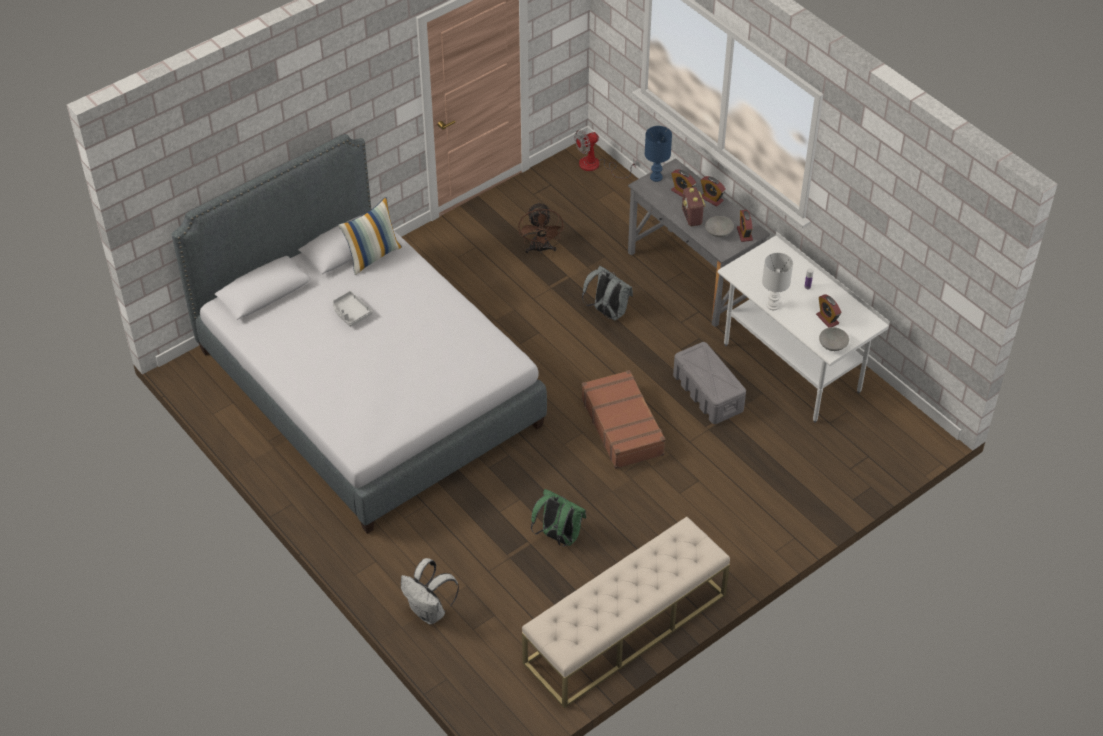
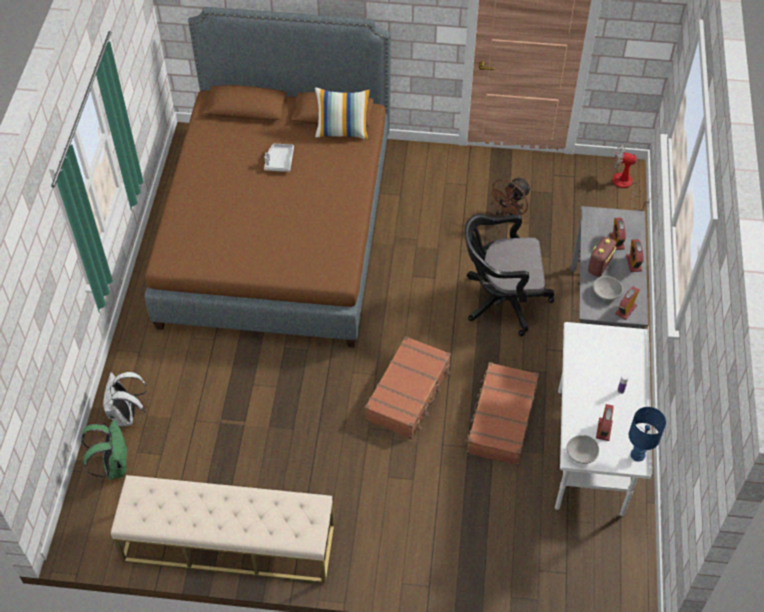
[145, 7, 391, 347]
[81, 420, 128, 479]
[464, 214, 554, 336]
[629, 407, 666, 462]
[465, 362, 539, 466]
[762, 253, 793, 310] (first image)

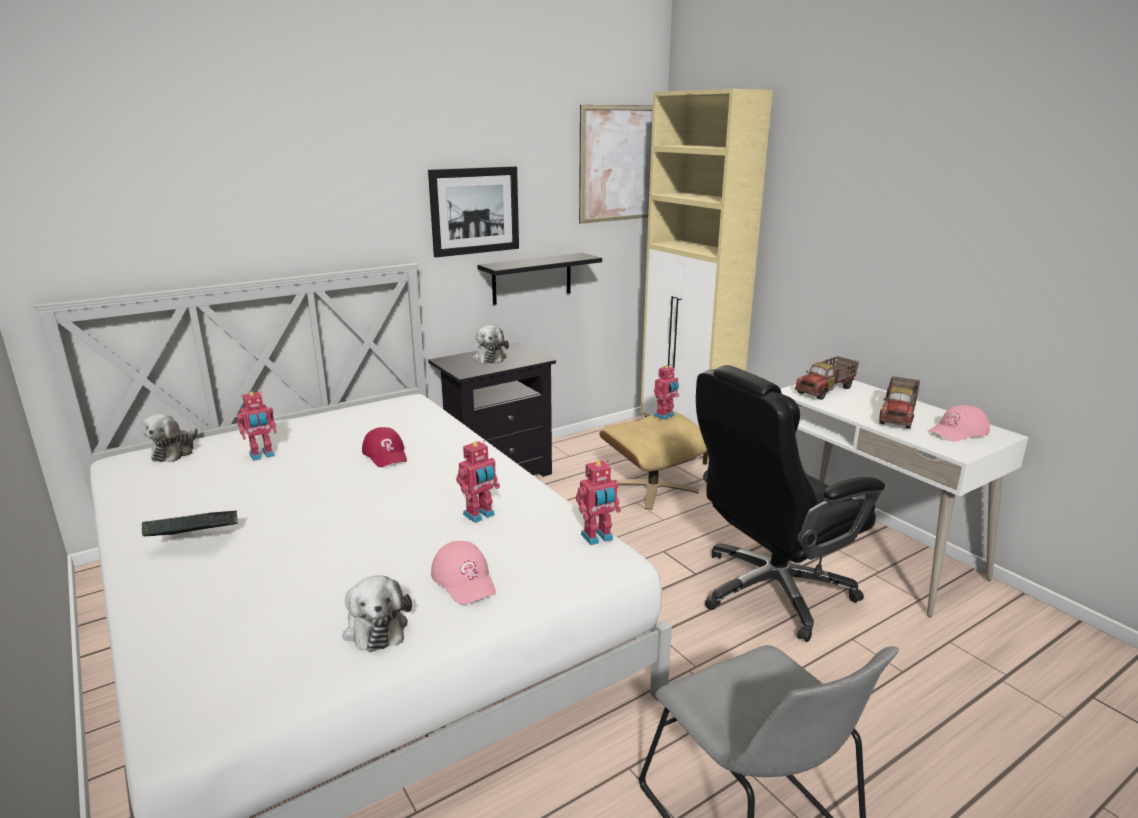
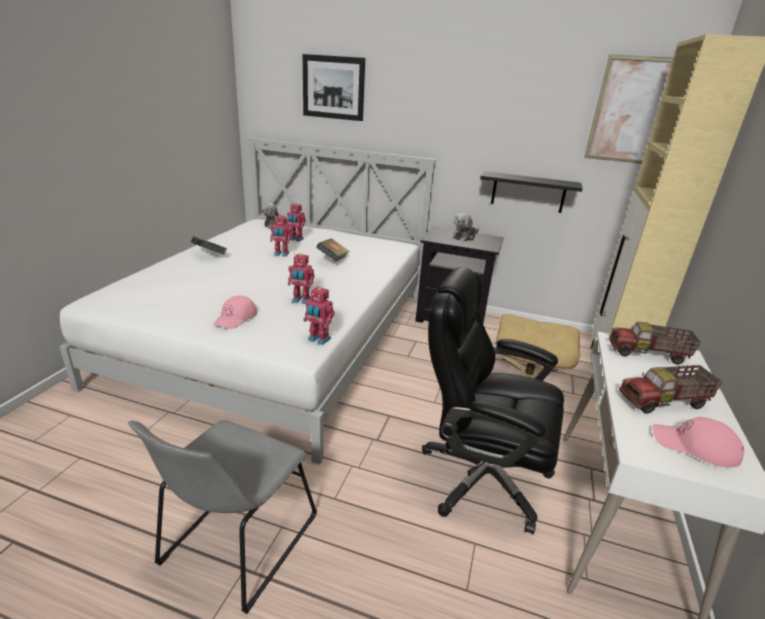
[342, 575, 412, 652] (first image)
[316, 238, 349, 262]
[303, 54, 365, 121]
[270, 215, 292, 257]

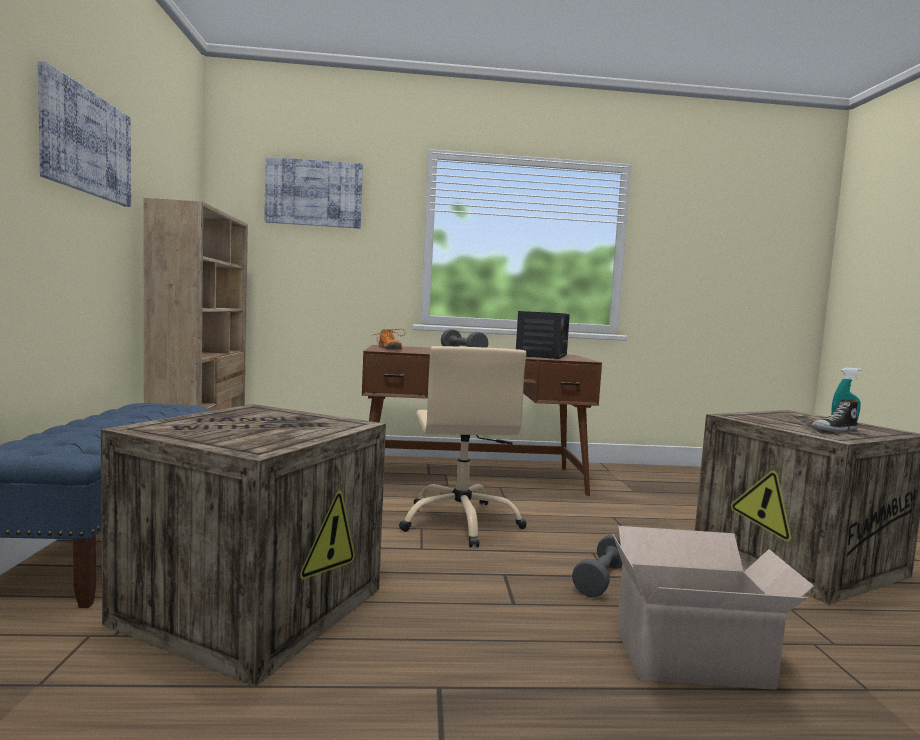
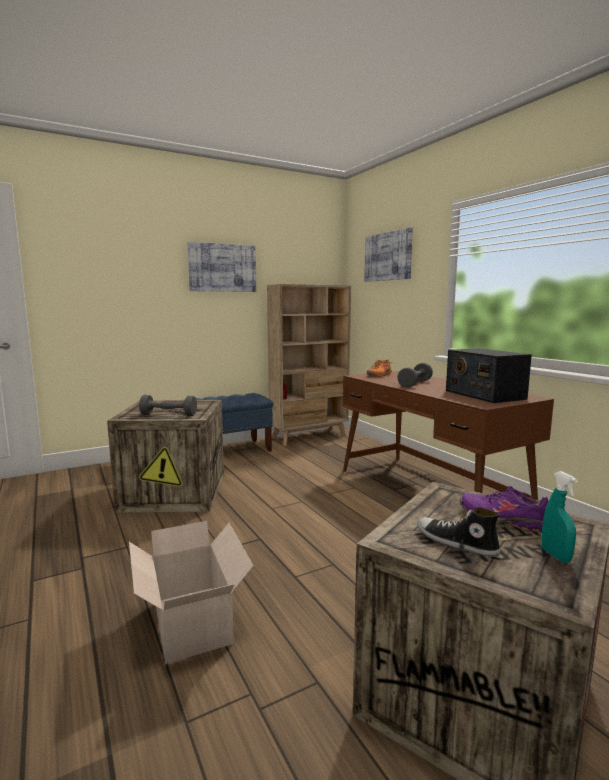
[399, 346, 527, 548] (first image)
[446, 348, 532, 403]
[139, 395, 197, 416]
[460, 486, 548, 532]

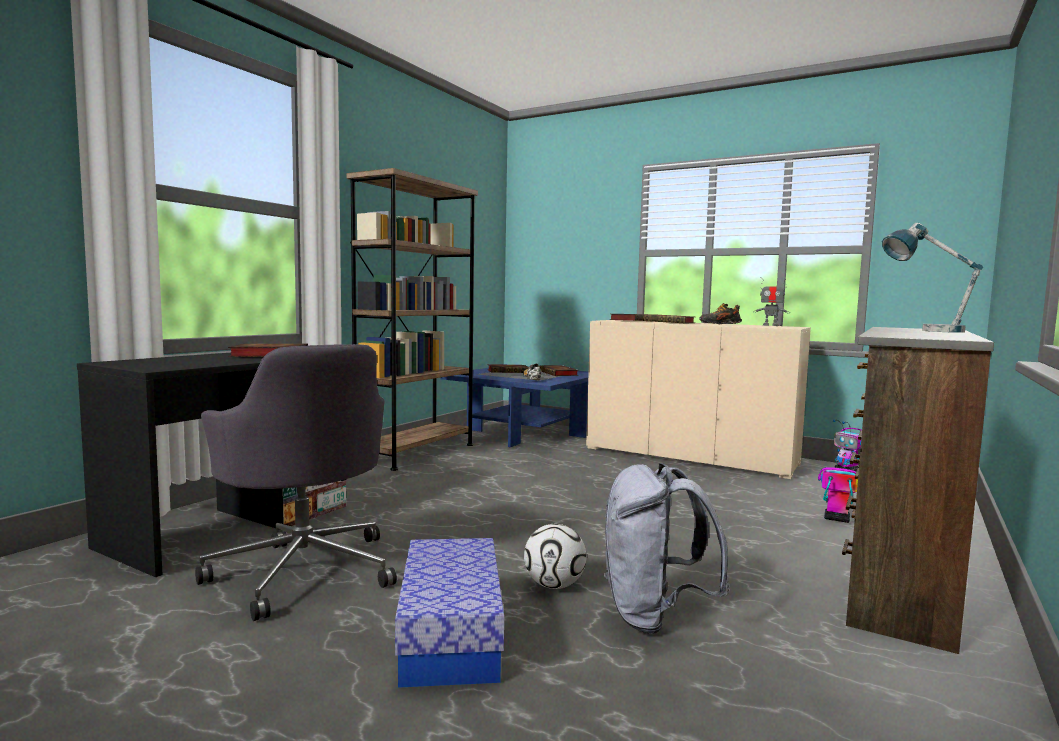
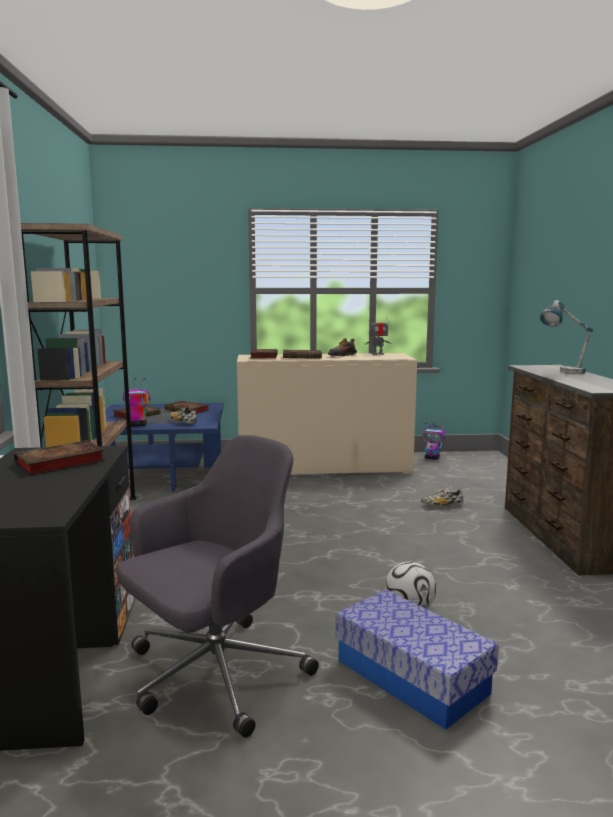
[116, 435, 319, 738]
[604, 463, 730, 634] (first image)
[123, 378, 151, 427]
[421, 488, 464, 506]

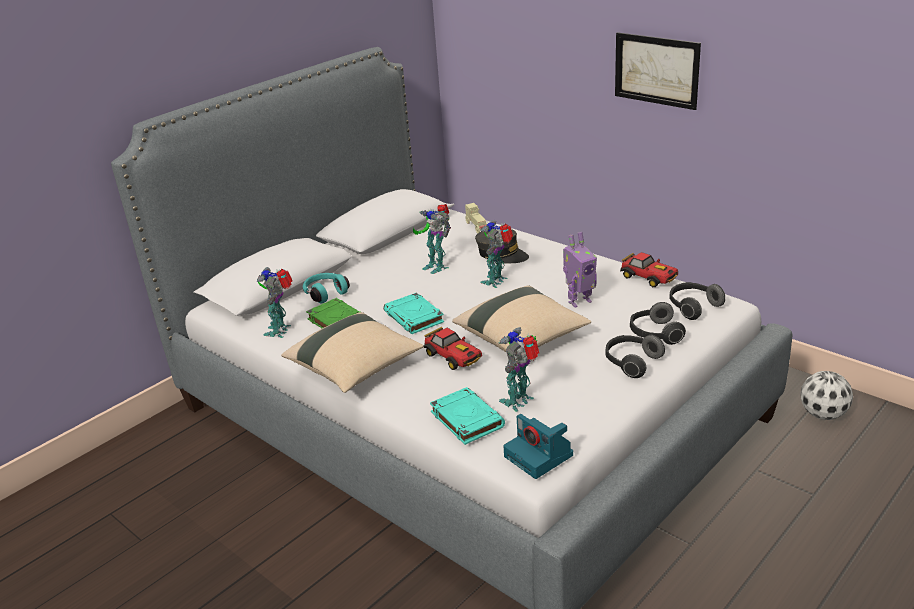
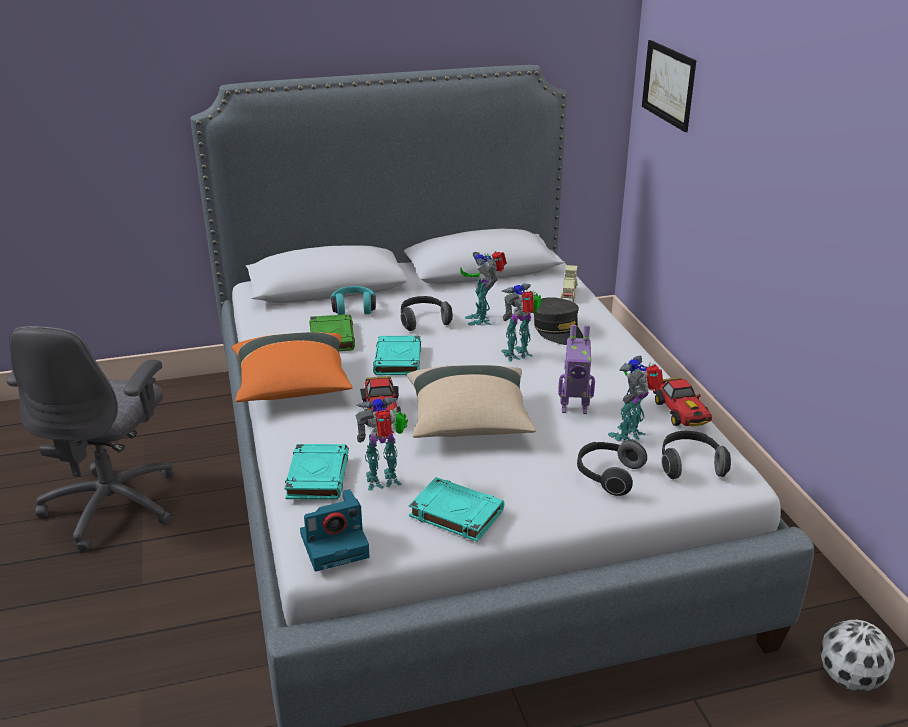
[608, 356, 663, 441]
[232, 332, 352, 402]
[300, 489, 370, 572]
[401, 296, 453, 331]
[642, 40, 696, 132]
[6, 326, 174, 552]
[409, 477, 504, 542]

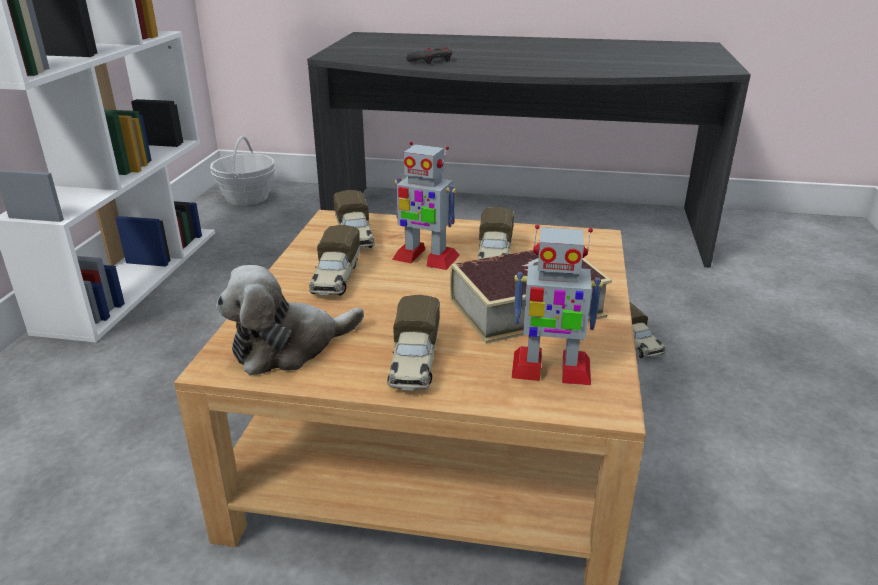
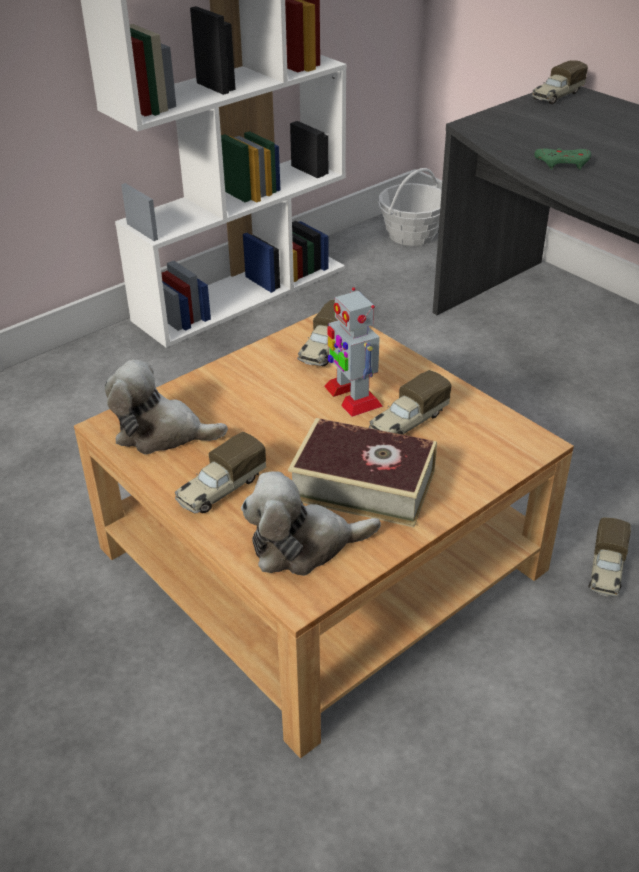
[532, 60, 588, 104]
[534, 148, 591, 170]
[241, 471, 381, 576]

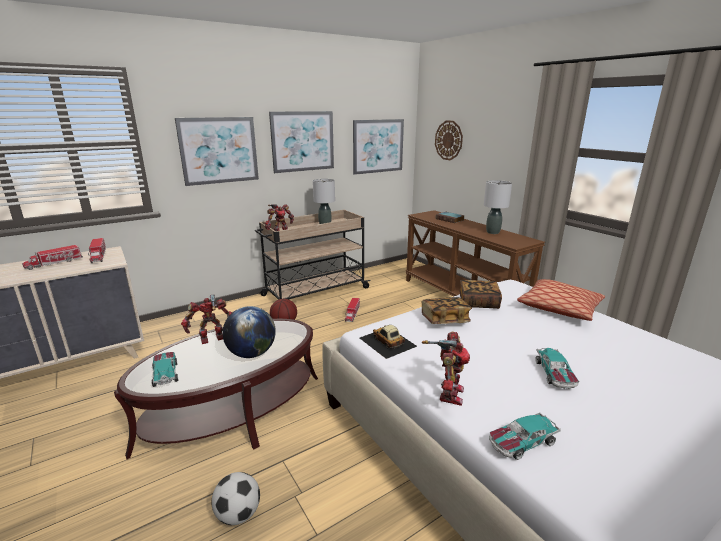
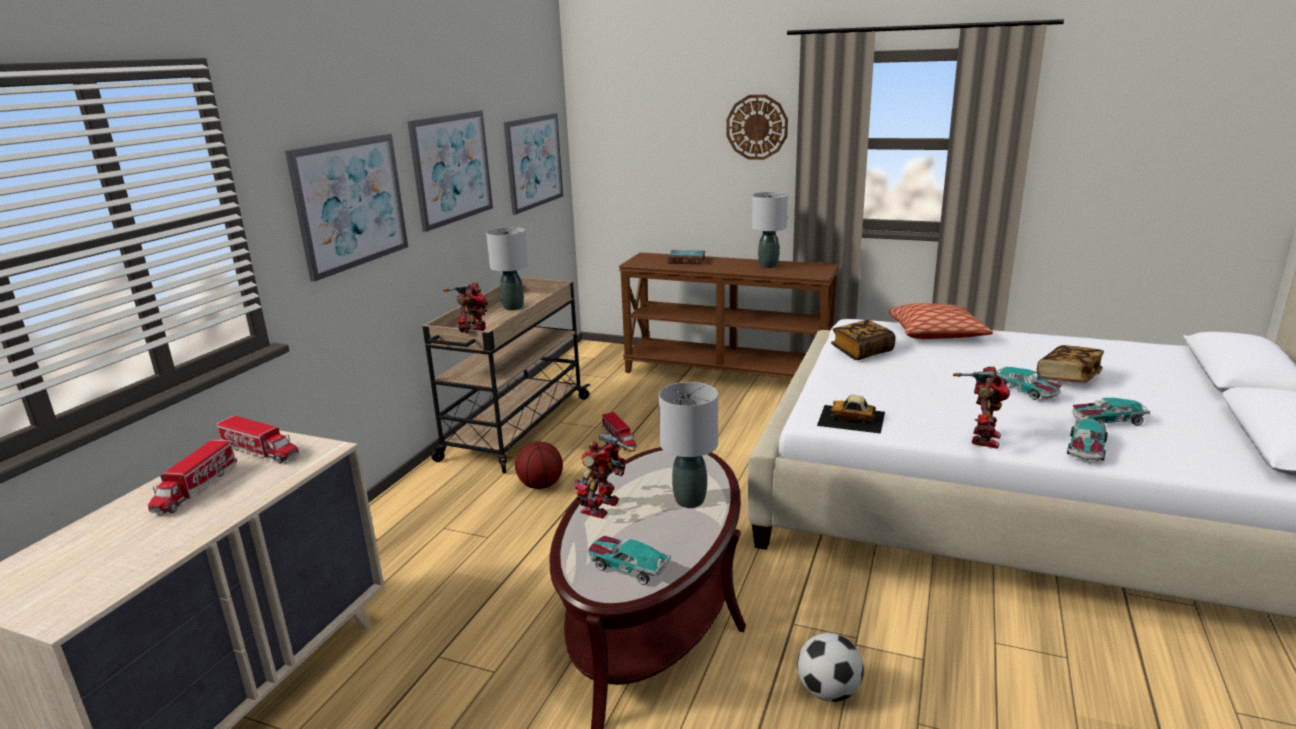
[659, 382, 718, 508]
[1037, 345, 1104, 383]
[953, 366, 1010, 449]
[726, 95, 788, 160]
[1072, 398, 1150, 426]

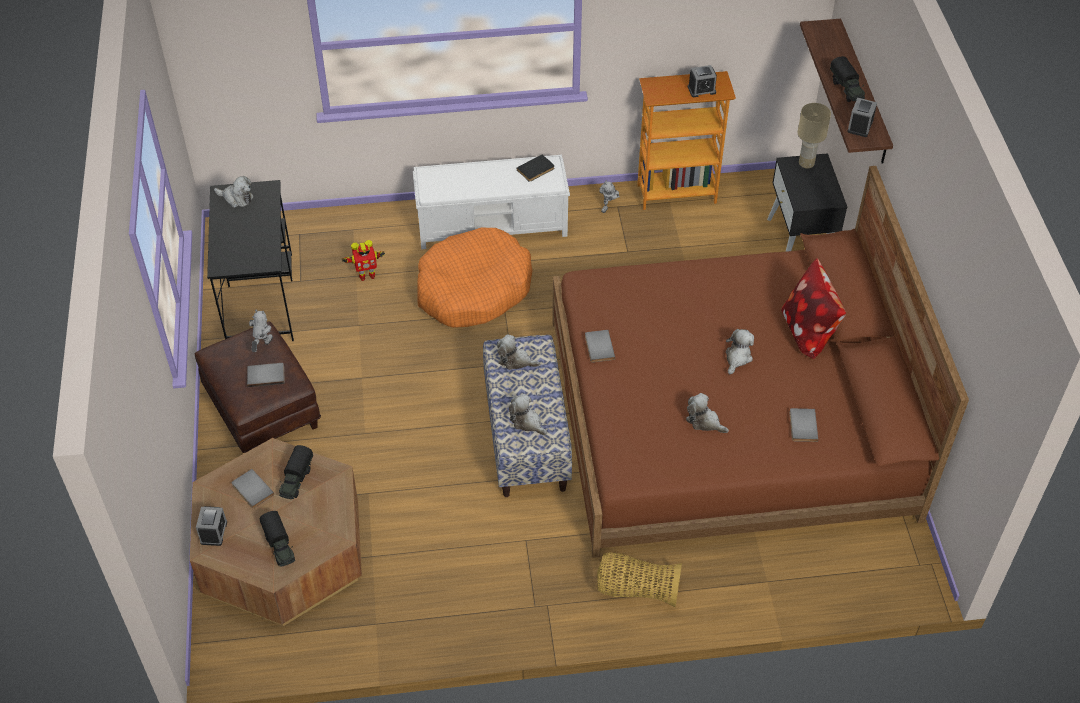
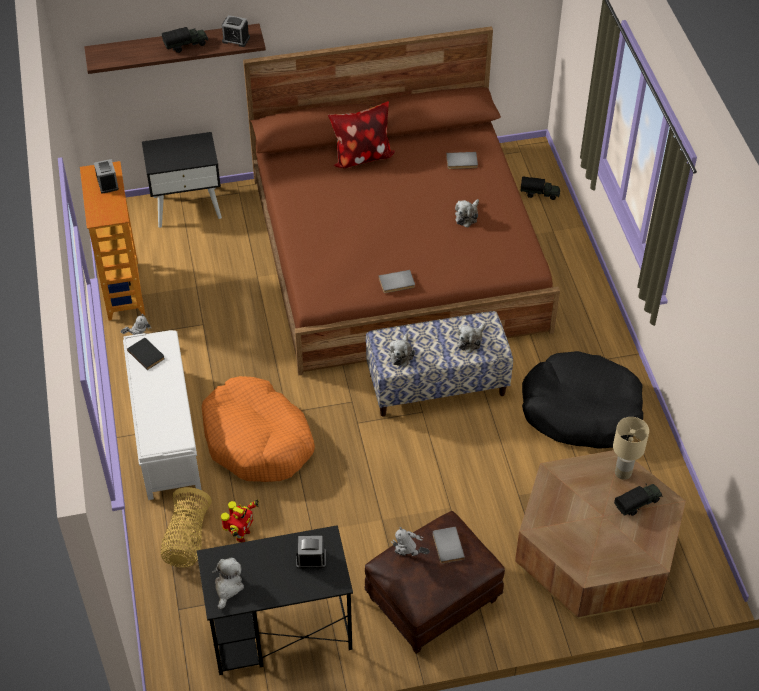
[296, 536, 326, 568]
[232, 469, 274, 508] (first image)
[521, 176, 560, 200]
[221, 499, 259, 542]
[161, 487, 212, 568]
[726, 329, 754, 374] (first image)
[613, 417, 649, 480]
[522, 351, 643, 449]

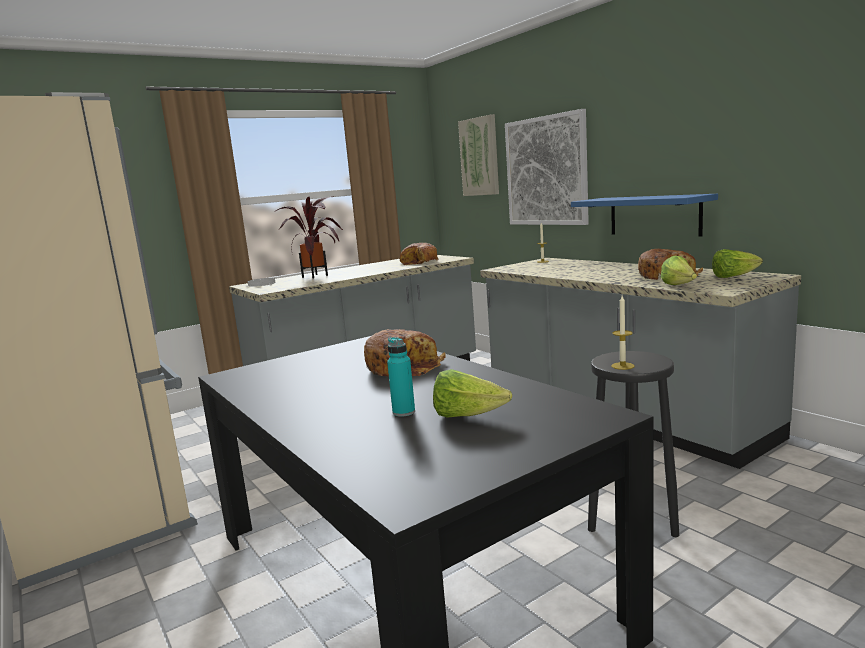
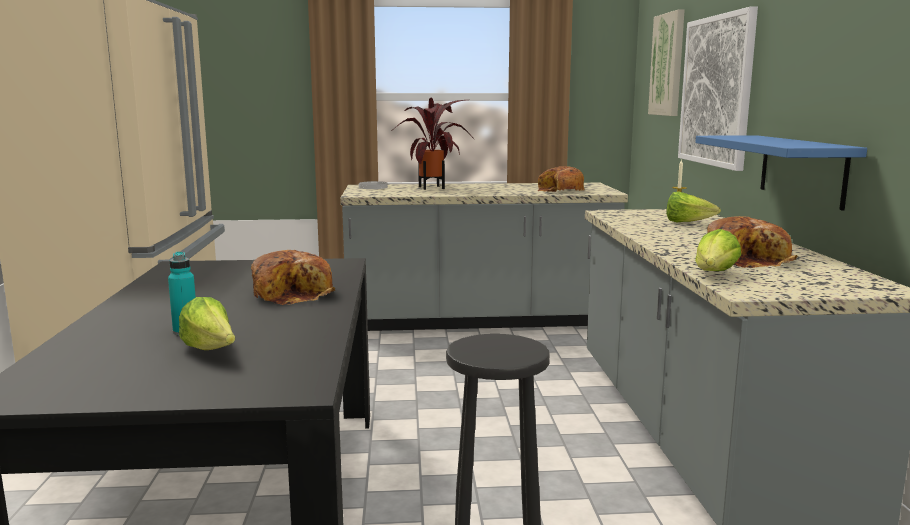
[611, 296, 635, 370] (first image)
[666, 192, 721, 222]

